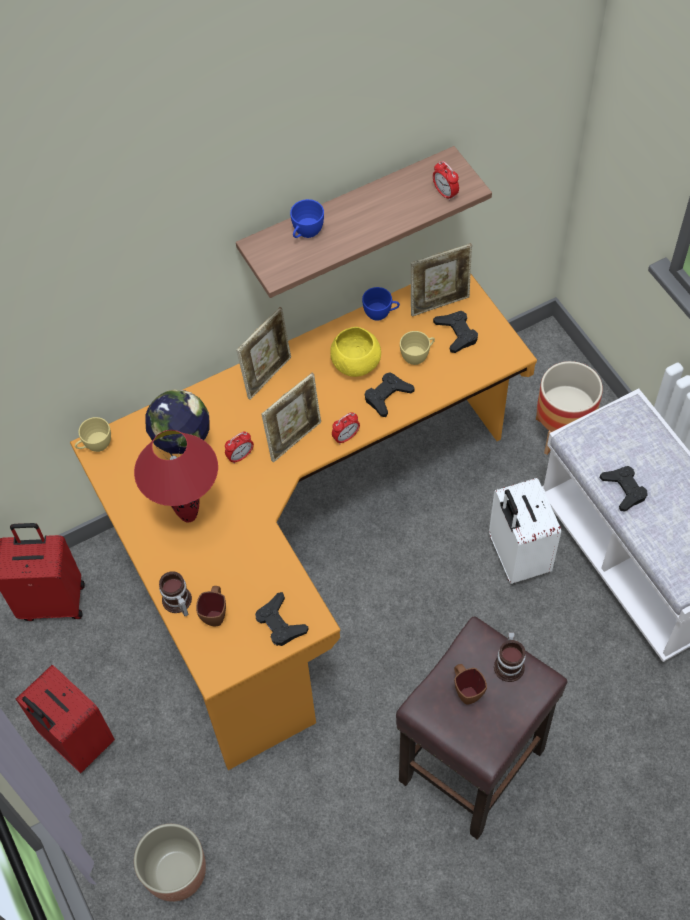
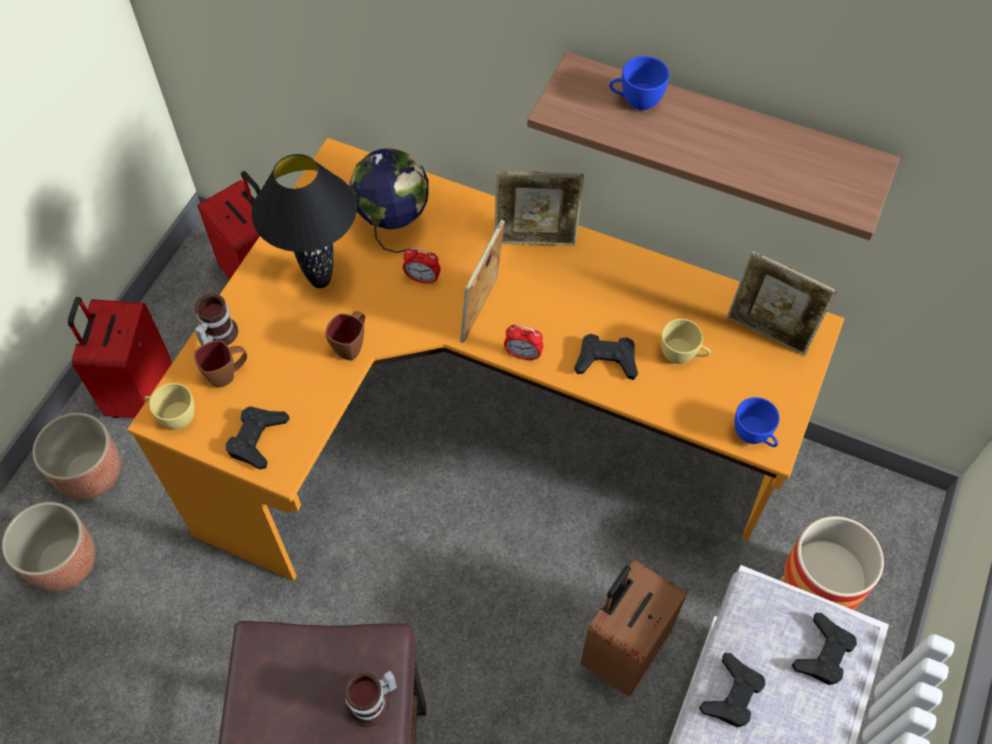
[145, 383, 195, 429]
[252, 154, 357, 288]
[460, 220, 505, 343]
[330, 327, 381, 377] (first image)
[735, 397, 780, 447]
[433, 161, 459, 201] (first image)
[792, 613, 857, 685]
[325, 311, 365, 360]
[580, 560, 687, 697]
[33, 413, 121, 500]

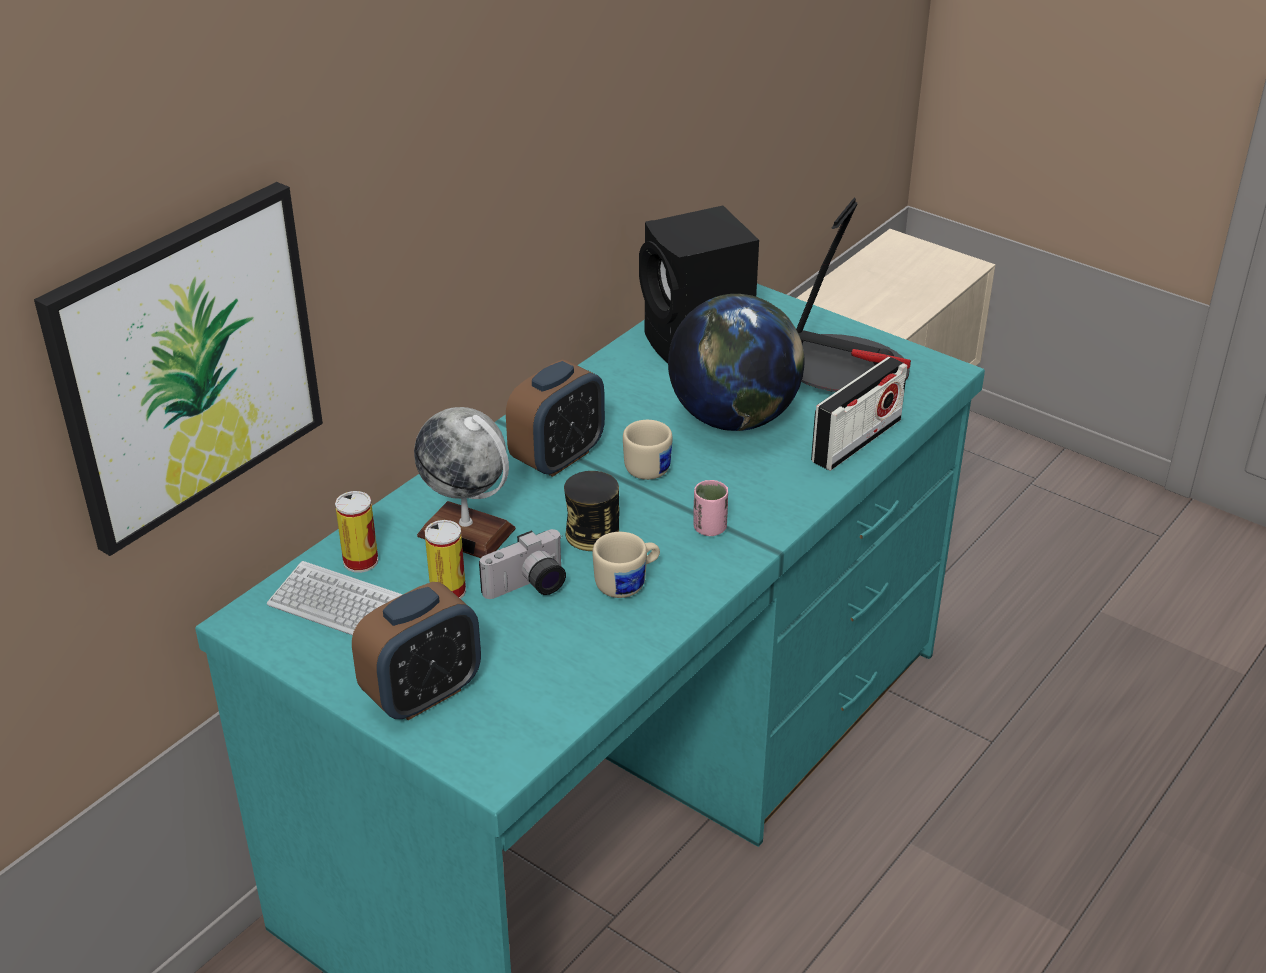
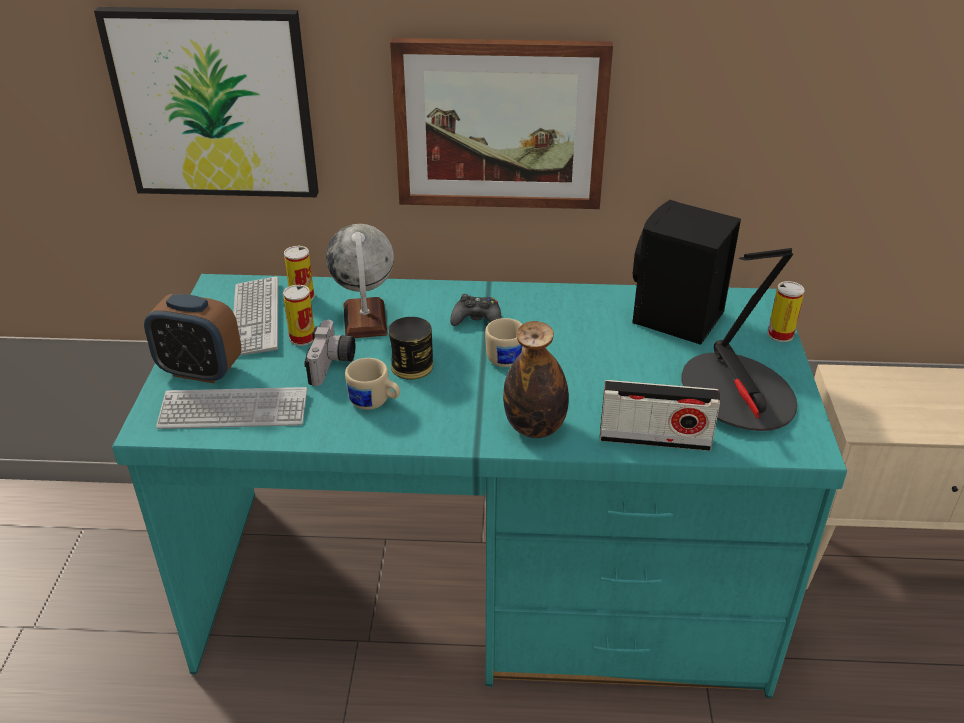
[305, 320, 355, 386]
[450, 294, 501, 326]
[668, 294, 805, 431] (first image)
[694, 480, 728, 536] (first image)
[156, 387, 307, 429]
[390, 38, 613, 209]
[503, 321, 569, 438]
[768, 281, 805, 342]

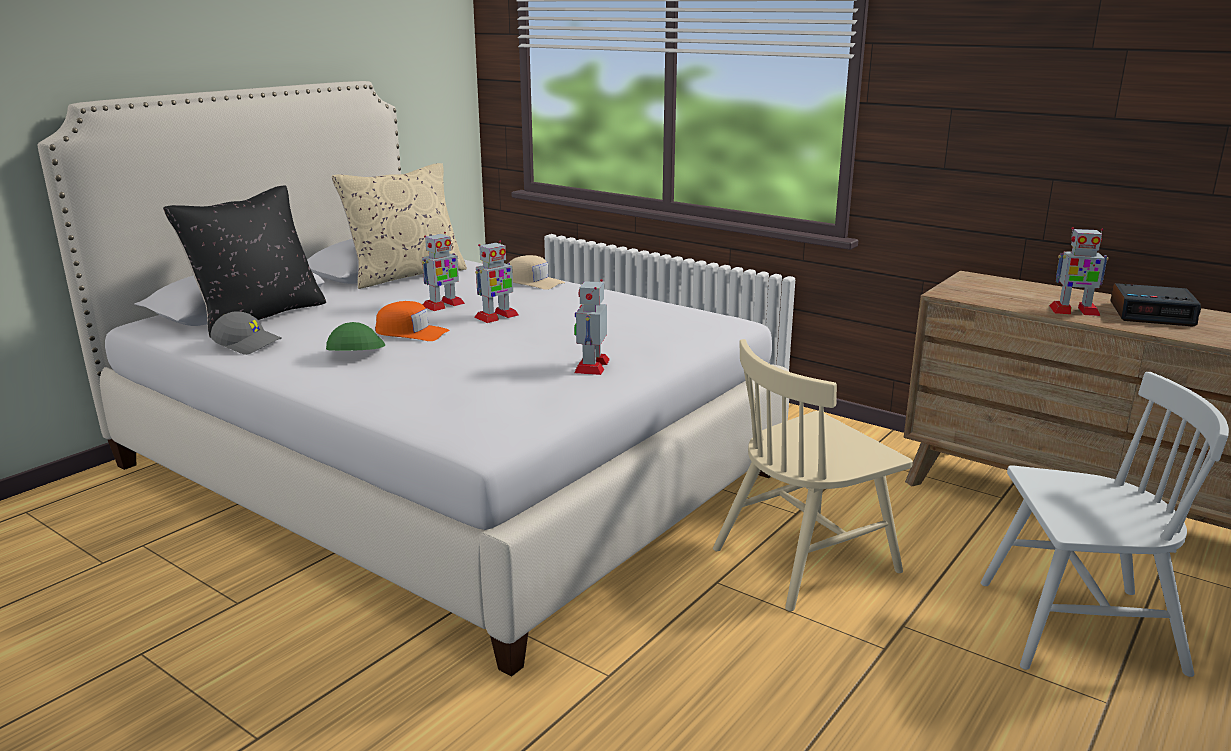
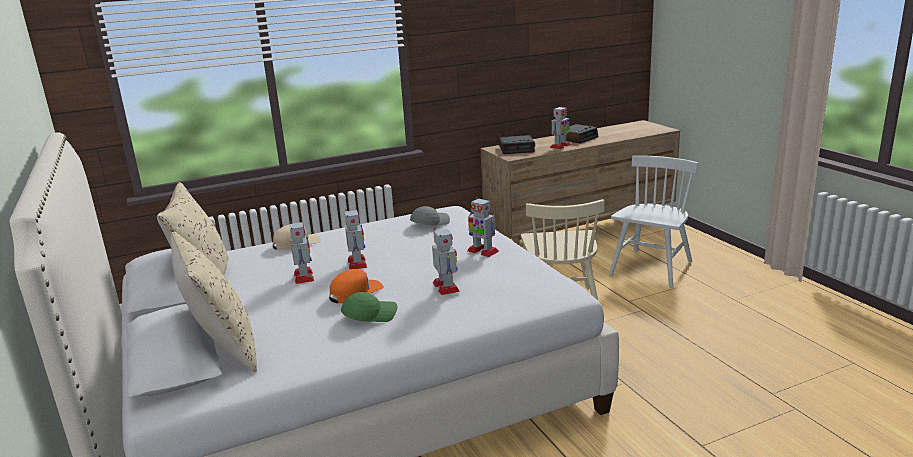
[171, 232, 257, 372]
[410, 206, 450, 225]
[341, 292, 397, 322]
[432, 228, 460, 295]
[499, 135, 535, 154]

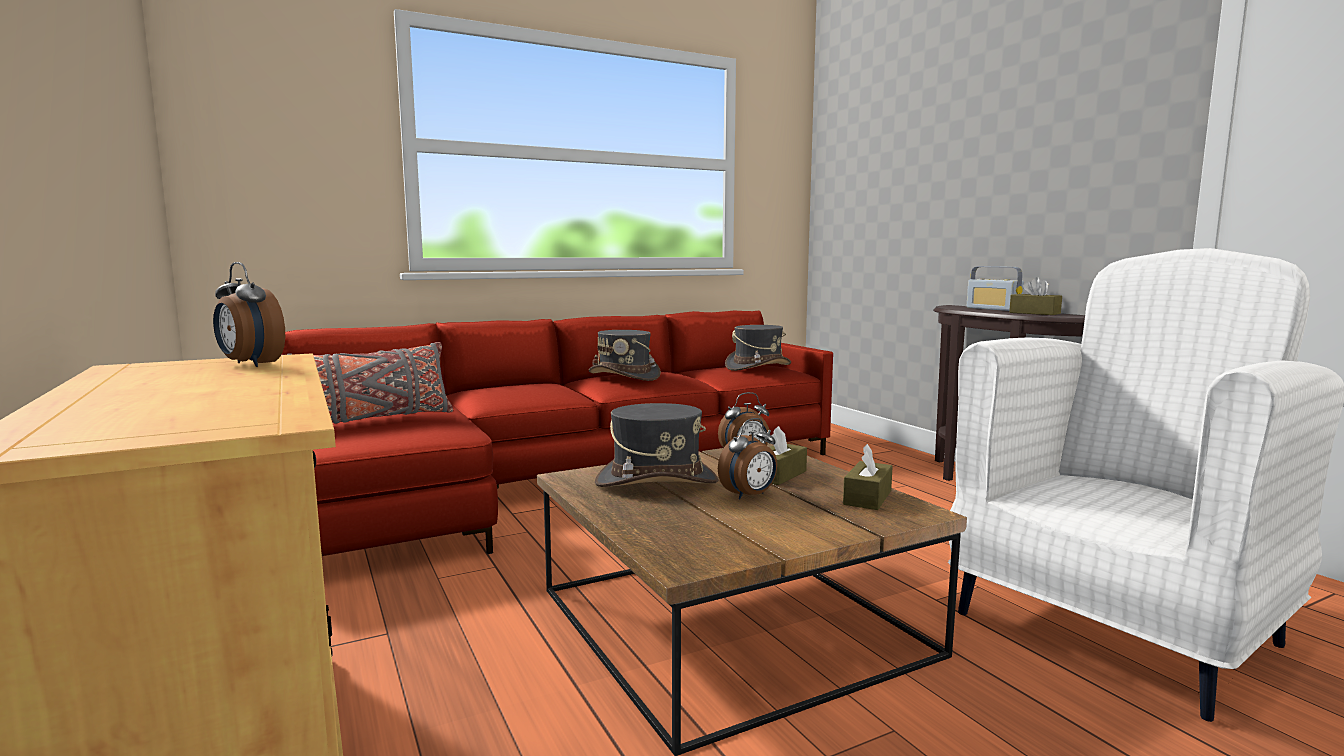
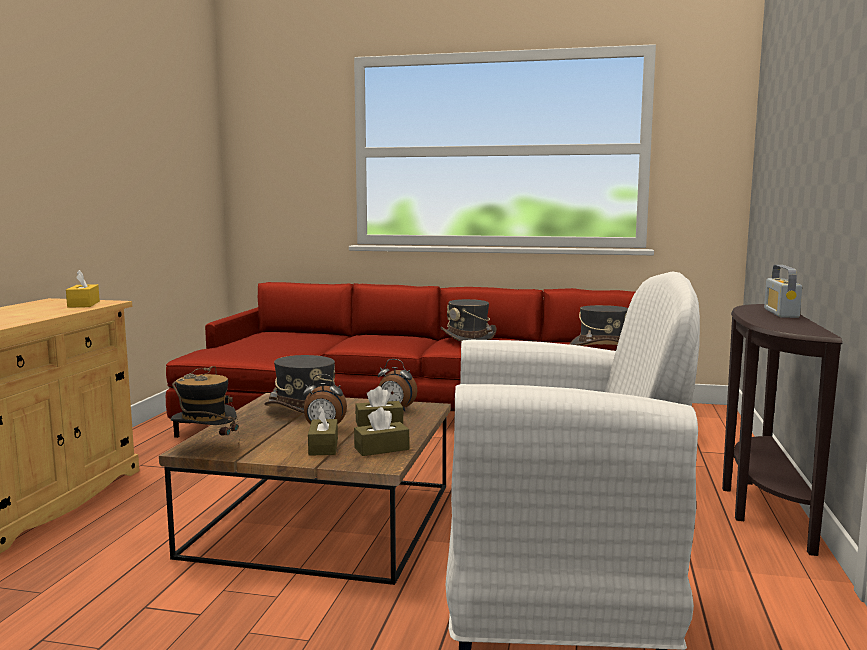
[66, 270, 100, 308]
[281, 342, 453, 423] (first image)
[308, 406, 338, 456]
[170, 366, 240, 446]

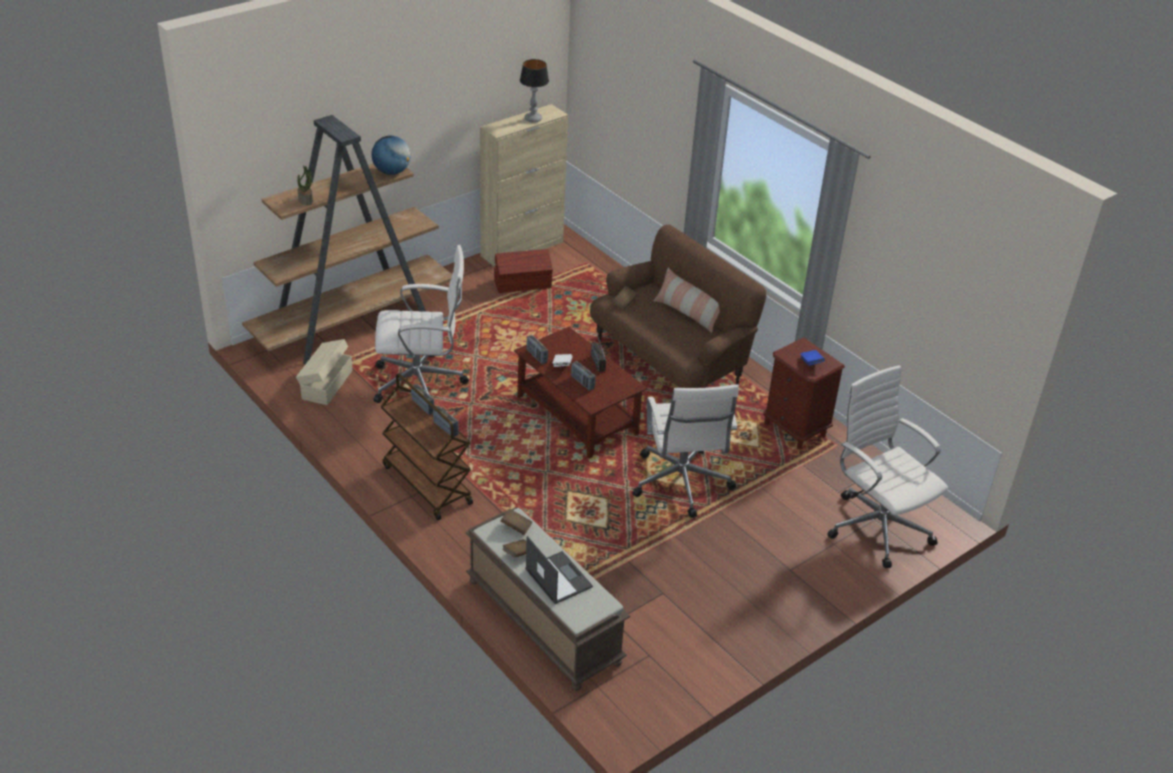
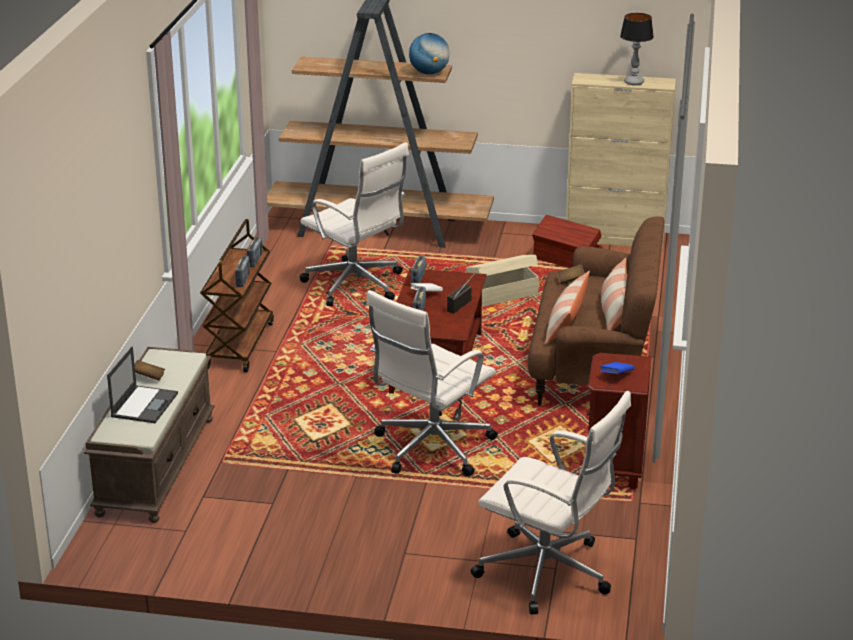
[466, 255, 539, 307]
[297, 165, 313, 205] (first image)
[501, 508, 533, 535] (first image)
[471, 391, 631, 615]
[545, 271, 590, 345]

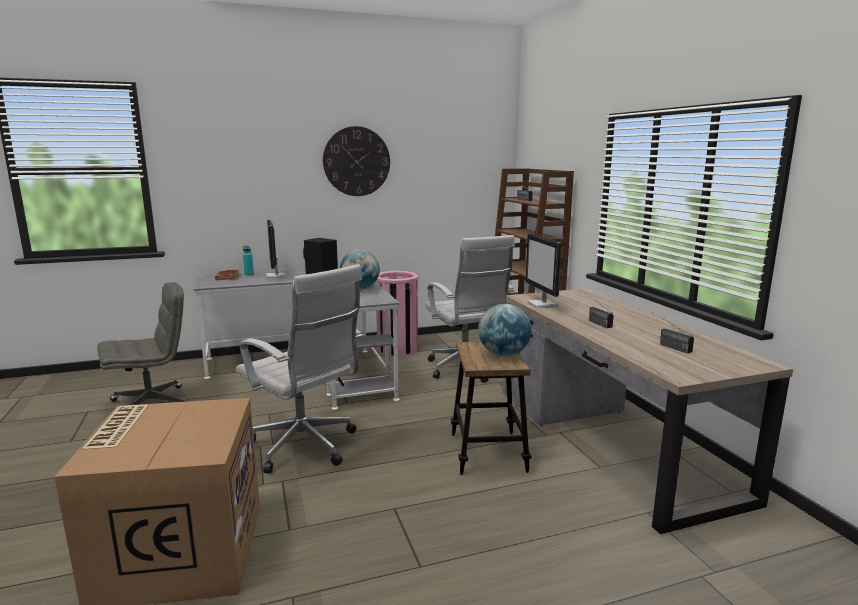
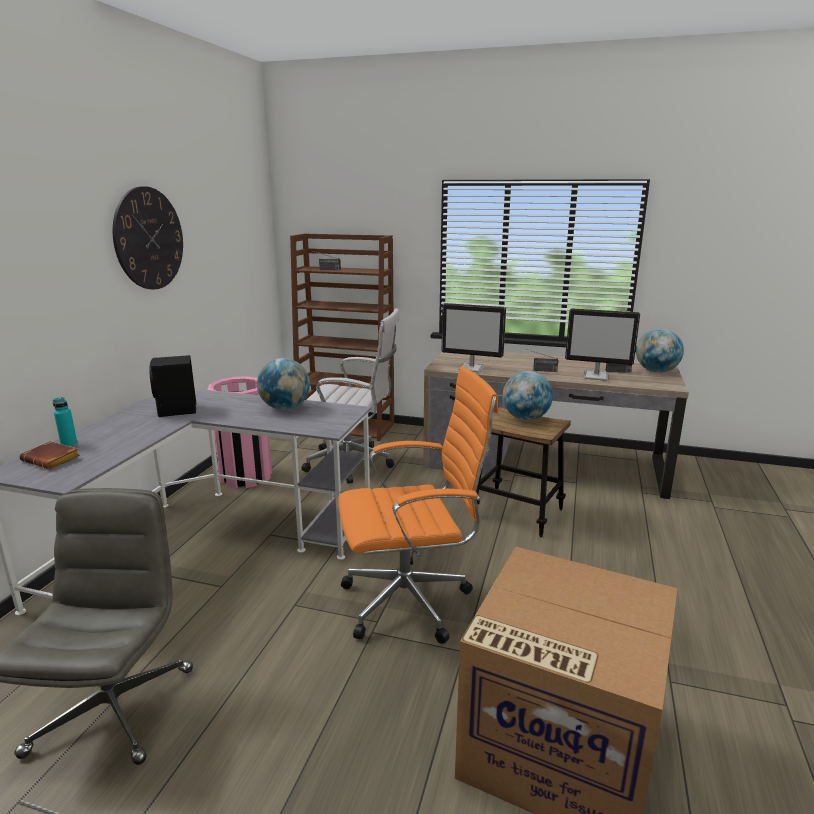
[338, 366, 498, 644]
[565, 308, 640, 381]
[636, 329, 684, 373]

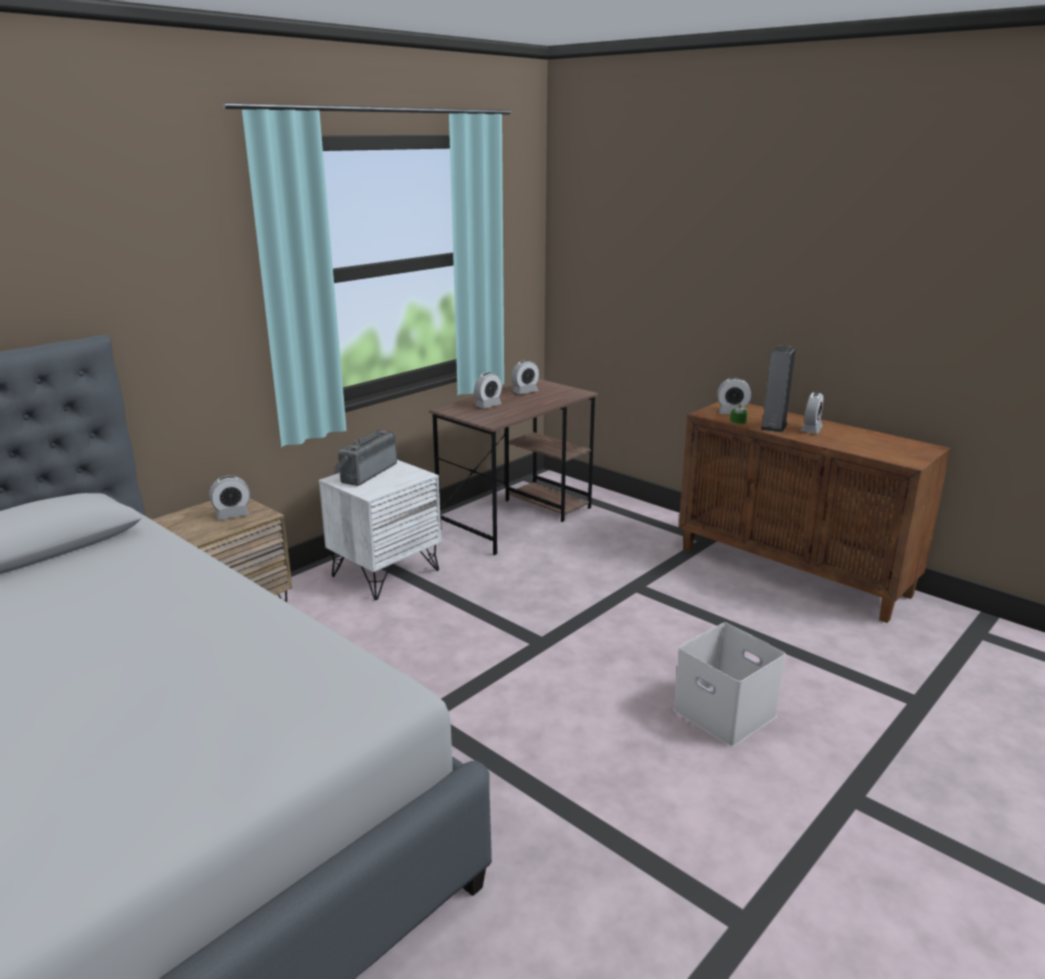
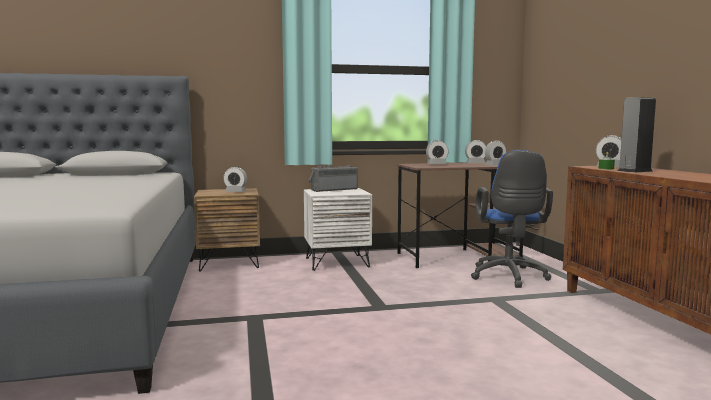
[673, 622, 785, 747] (first image)
[485, 141, 506, 165]
[471, 150, 553, 288]

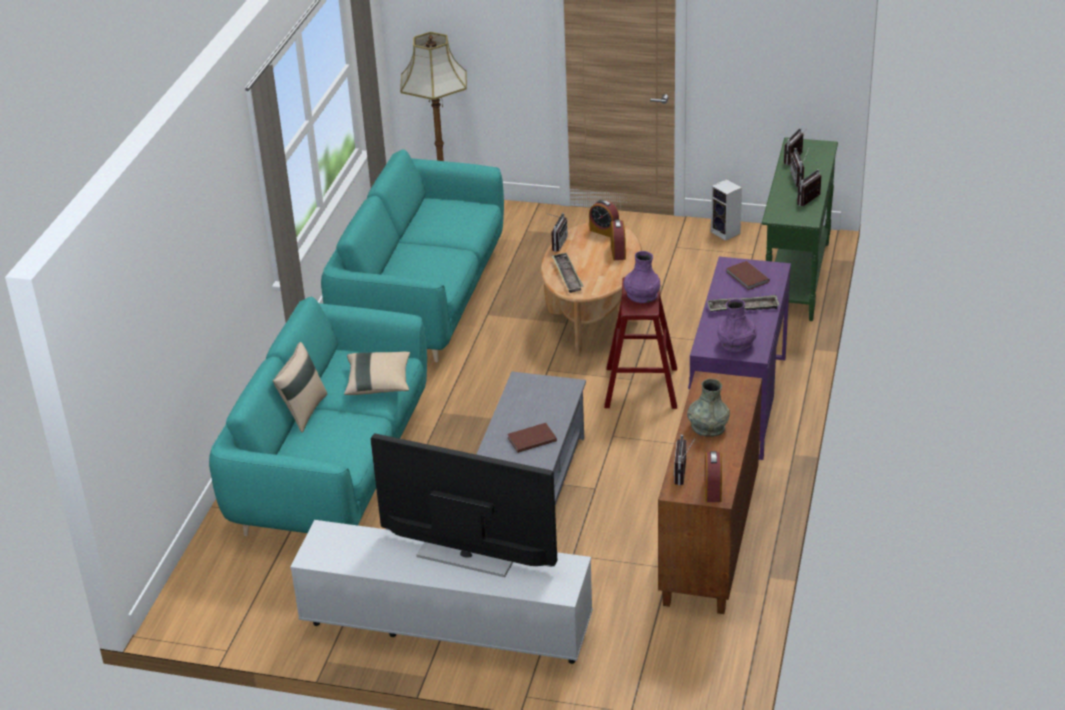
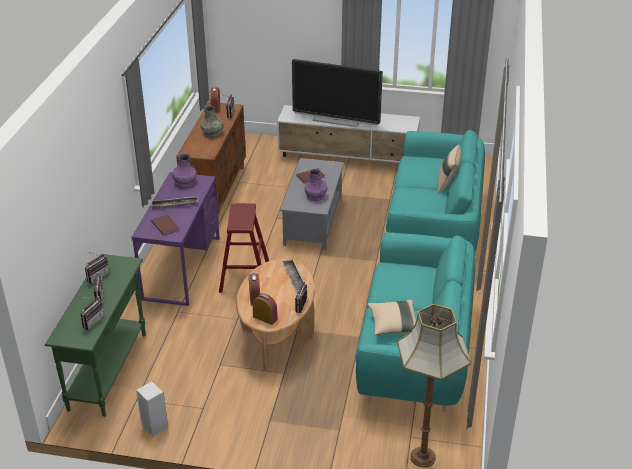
[368, 300, 416, 335]
[304, 169, 328, 201]

